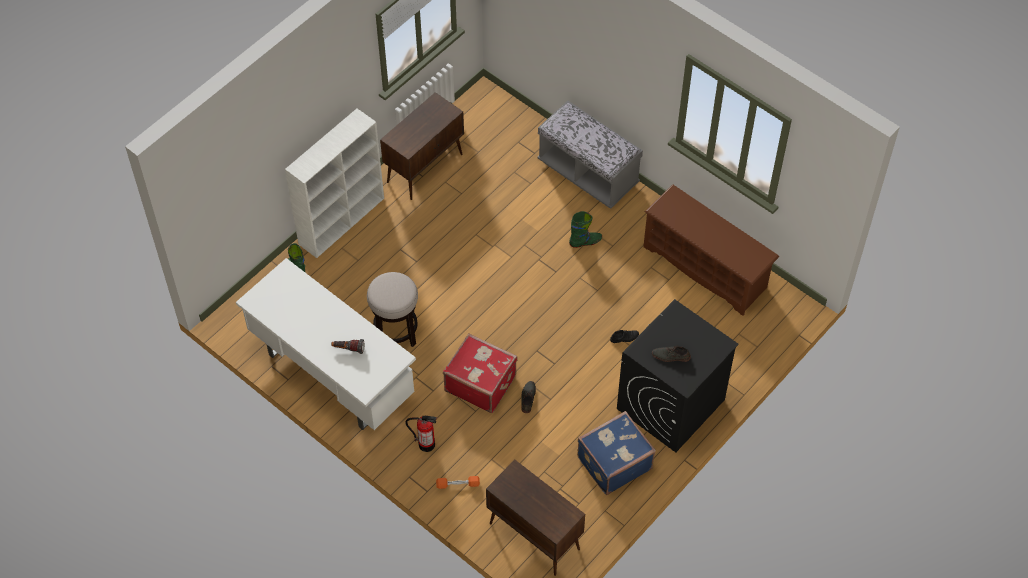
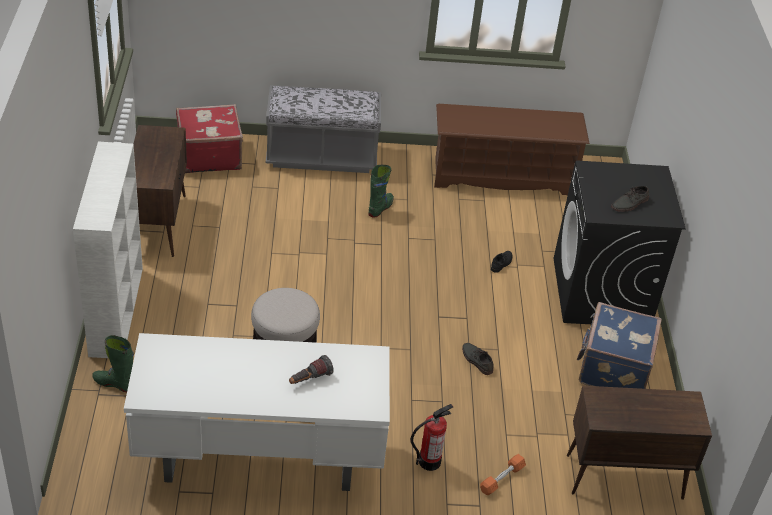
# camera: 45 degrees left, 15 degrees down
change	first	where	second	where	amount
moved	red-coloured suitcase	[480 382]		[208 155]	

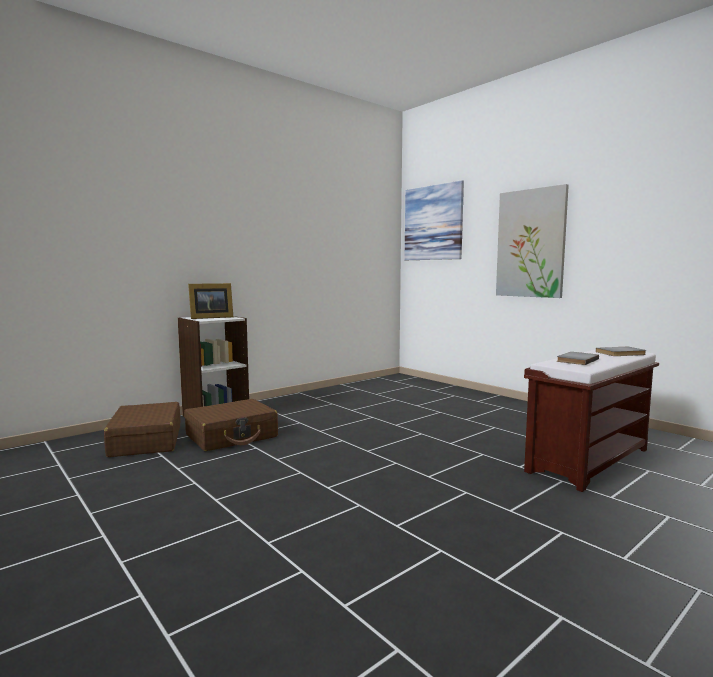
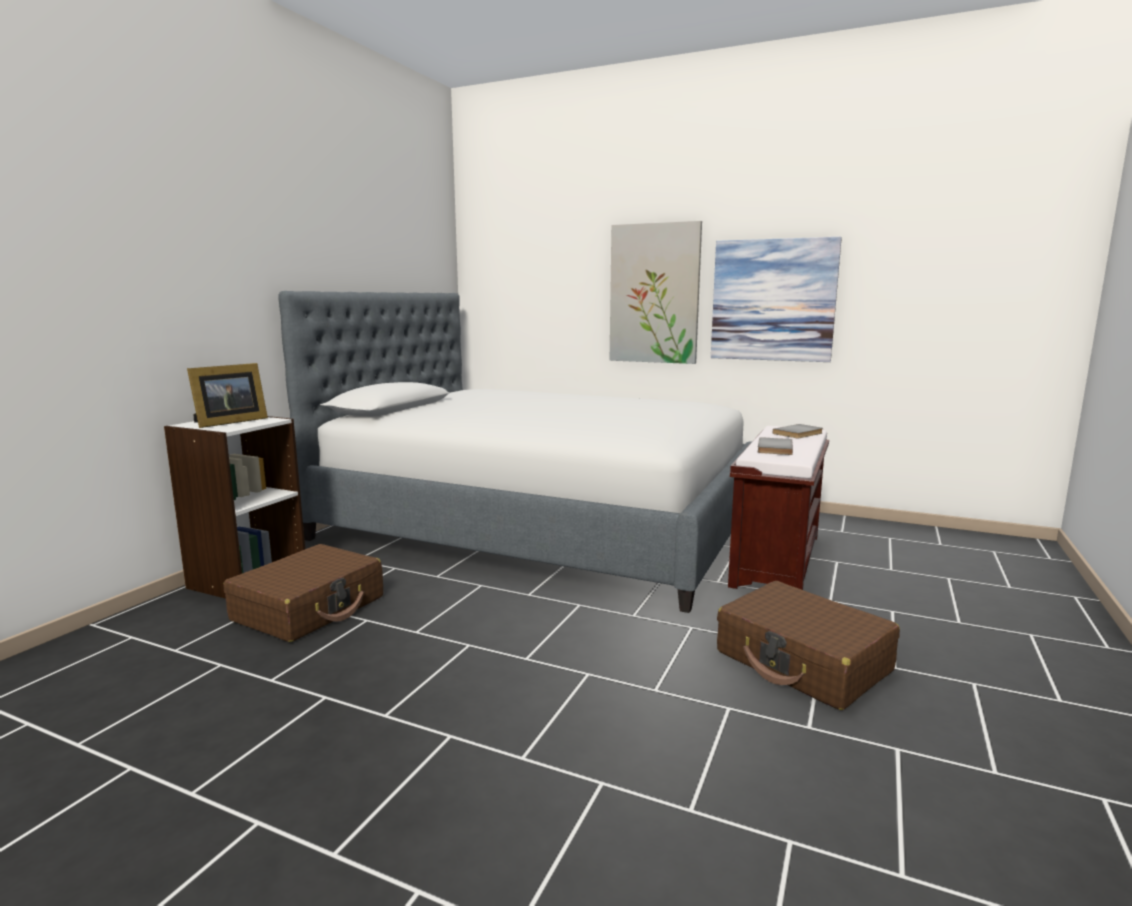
# camera: 25 degrees left, 5 degrees up
change	first	where	second	where	amount
moved	wall picture	[433 223]		[773 300]	
moved	brownish suitcase	[146 441]		[803 662]	
added			sleeping bed	[541 524]	

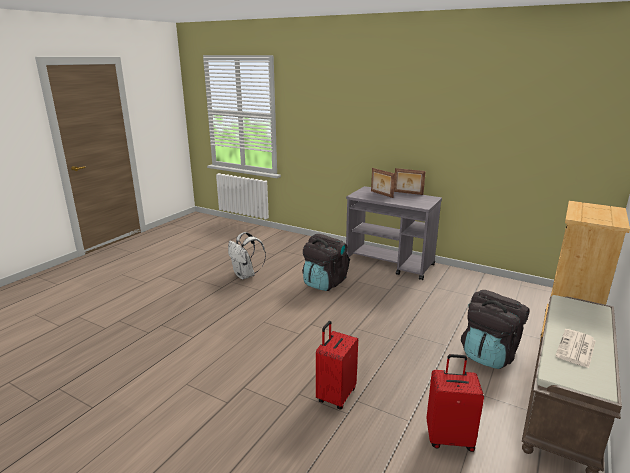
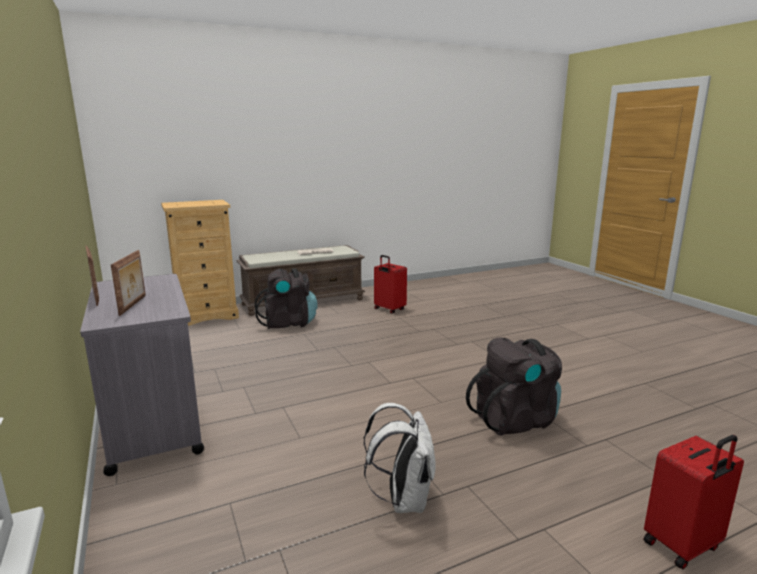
# camera: 145 degrees left, 5 degrees down
change	first	where	second	where	amount
moved	black rucksack	[324 283]		[515 419]	
moved	red-coloured suitcase	[335 396]		[683 546]	

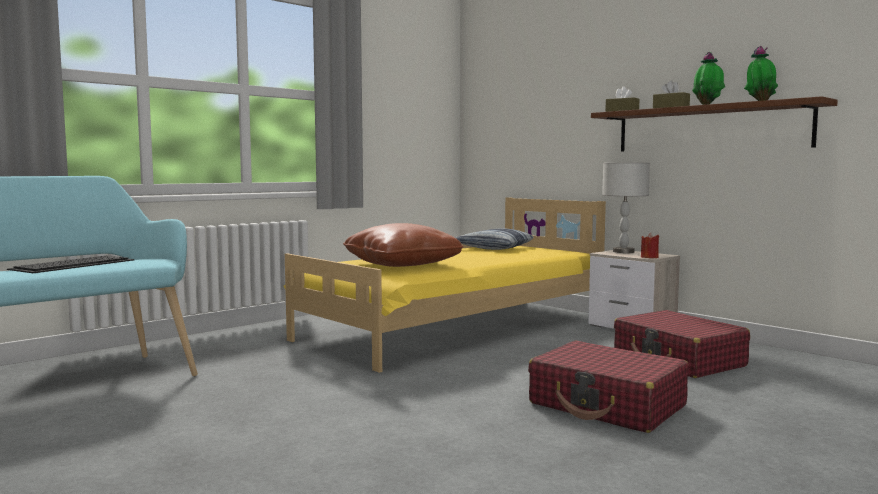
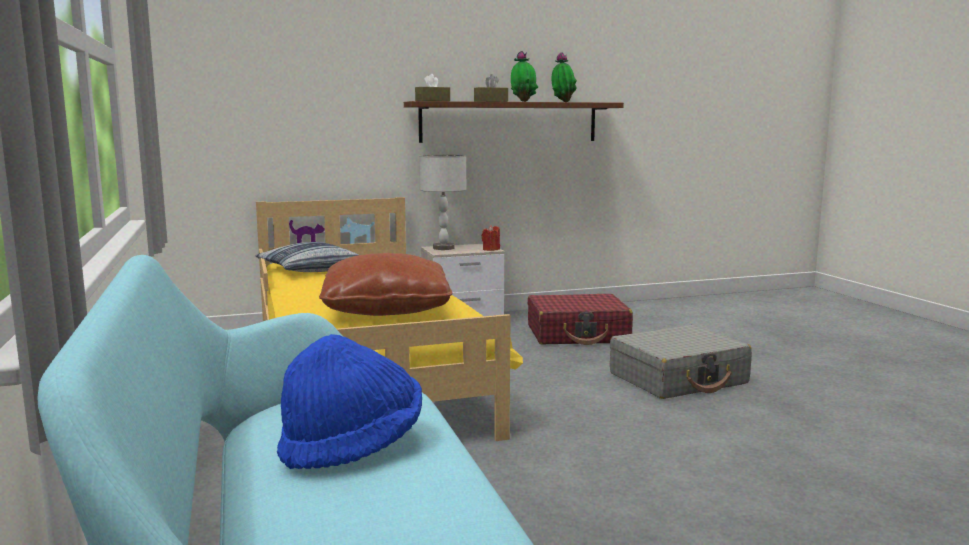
# camera: 65 degrees left, 5 degrees up
change	first	where	second	where	amount
replaced	PC keyboard	[74 264]	blue wearable hat	[352 446]	
recoloured	red-coloured suitcase	[607 405]	gray suitcase	[678 379]	

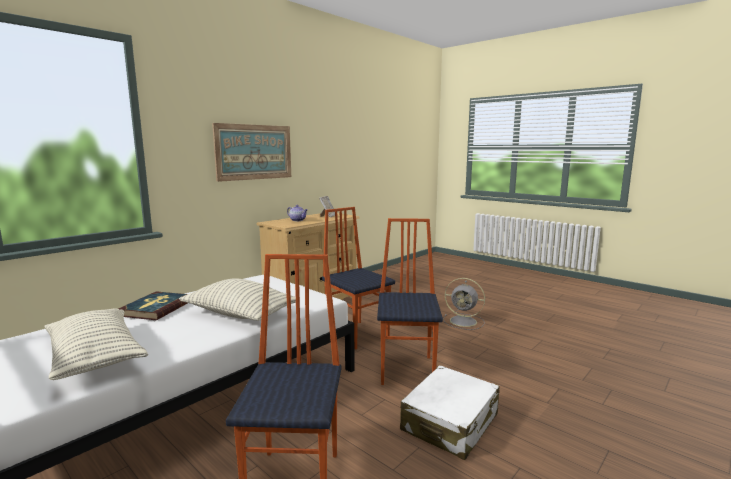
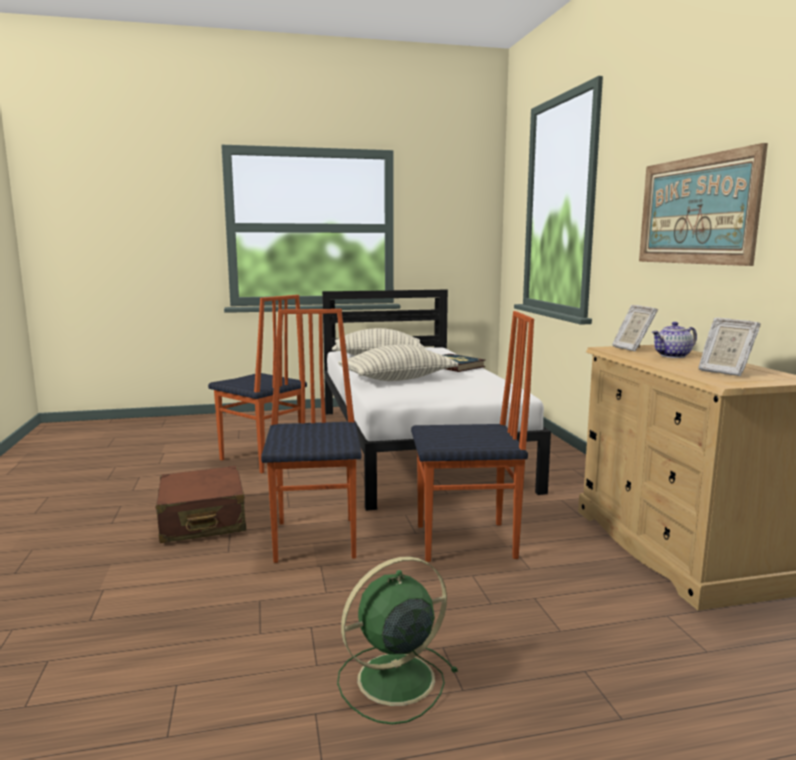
# camera: 125 degrees right, 0 degrees up
change	first	where	second	where	amount
turned	plain chair	[408 369]		[317 538]	135 degrees counterclockwise
recoloured	gray fan	[464 321]	green fan	[392 680]	
recoloured	whitish suitcase	[450 423]	brownish suitcase	[202 520]	
added			standing frame	[631 349]	

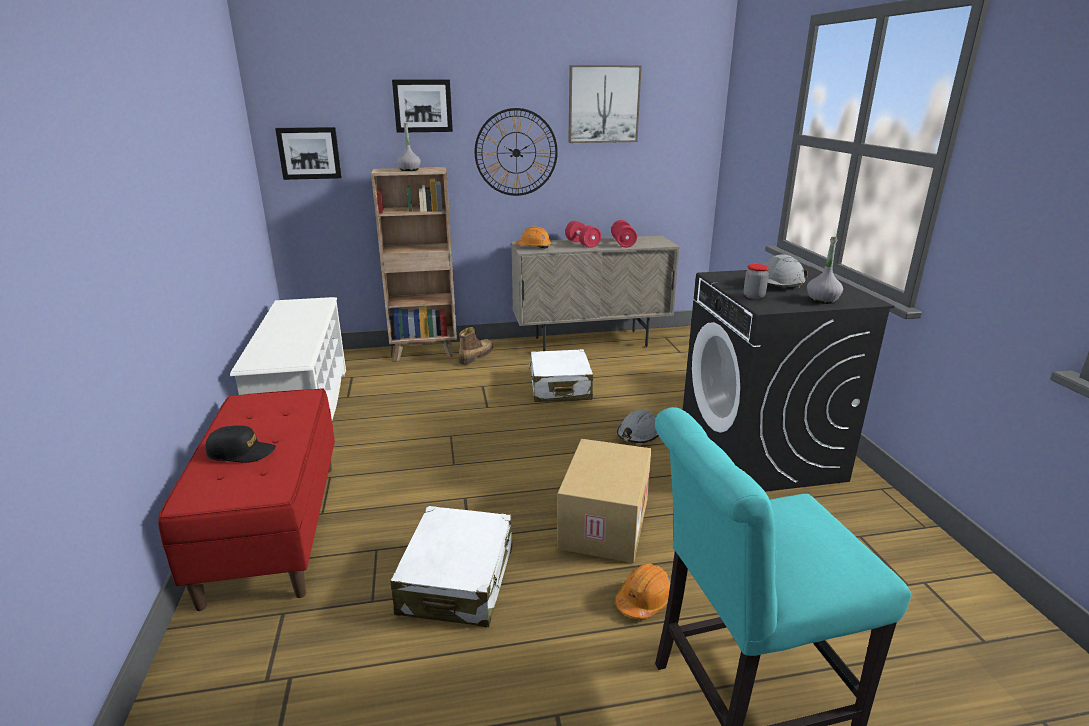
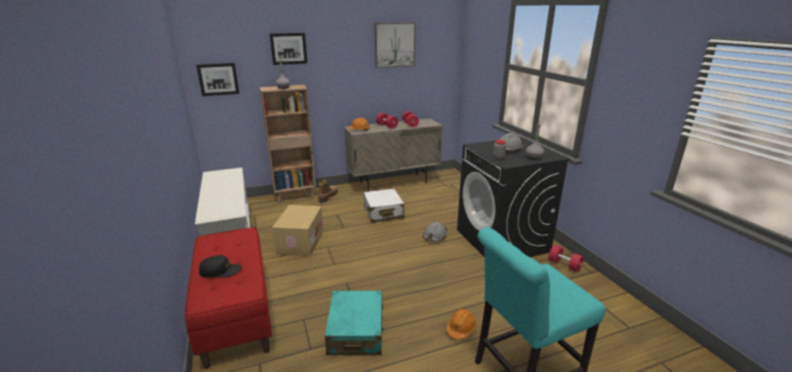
# camera: 10 degrees left, 0 degrees up
change	first	where	second	where	amount
removed	hanging clock	[516 152]			
moved	cardboard box	[602 522]		[300 242]	
recoloured	whitish suitcase	[457 580]	blue-green suitcase	[356 331]	
added			red-coloured dumbbell	[564 265]	

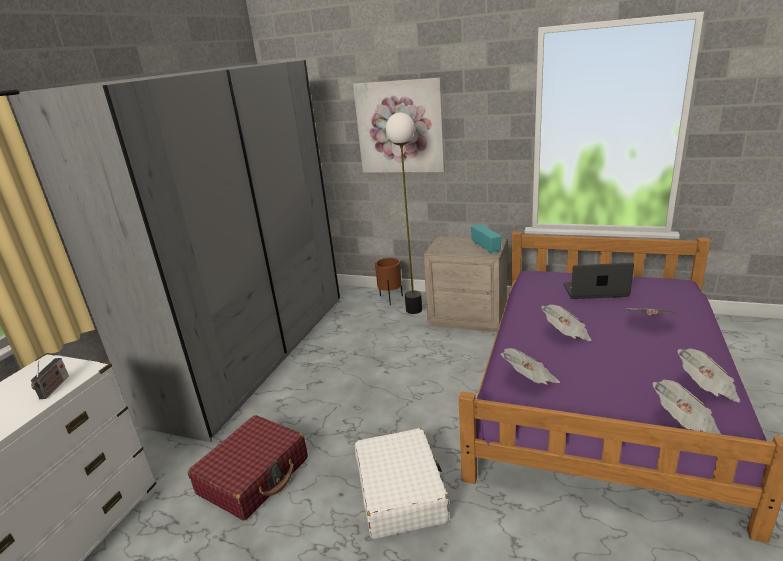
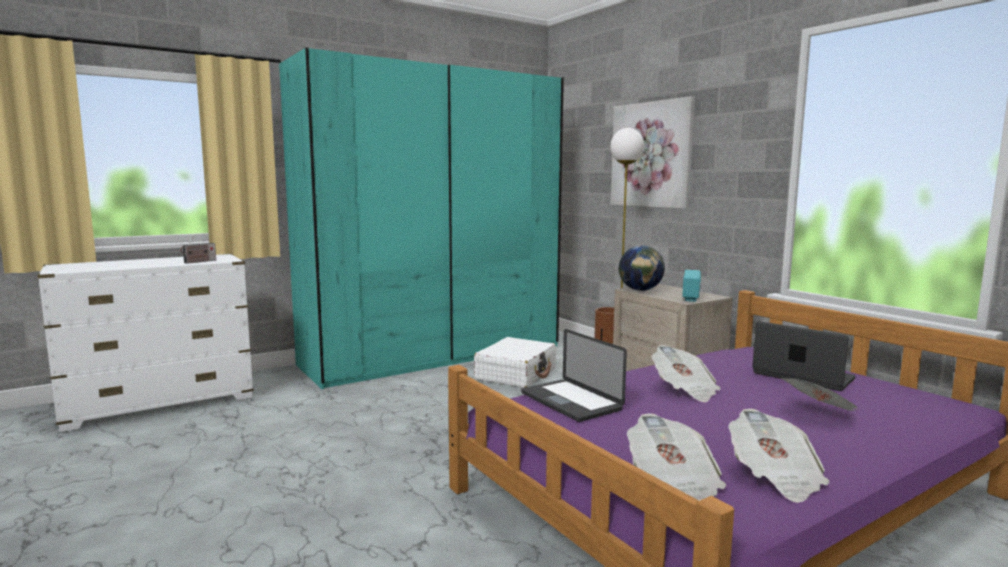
# camera: 35 degrees right, 15 degrees down
change	first	where	second	where	amount
recoloured	gray armoire	[254 353]	blue-green armoire	[434 355]	
replaced	daily paper	[530 379]	notebook computer	[570 401]	
removed	red-coloured suitcase	[254 476]			
moved	whitish suitcase	[400 492]		[516 373]	
added			desk globe	[640 290]	

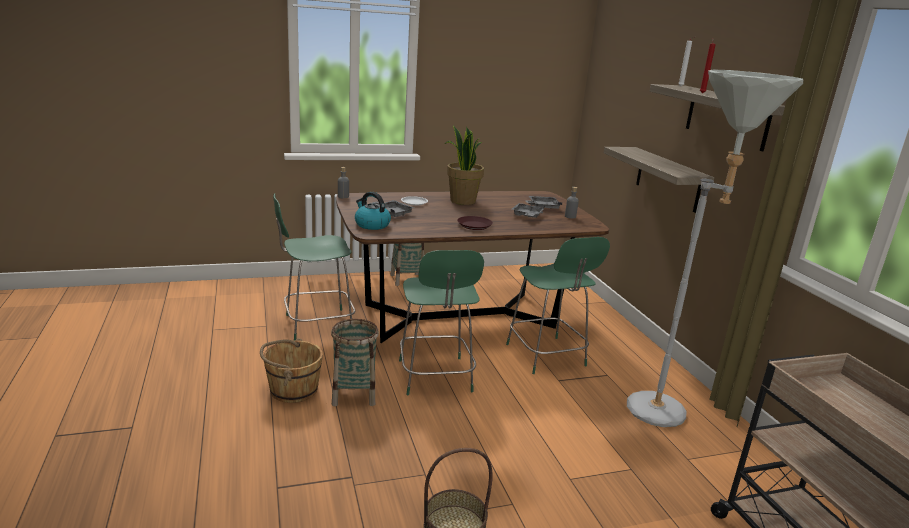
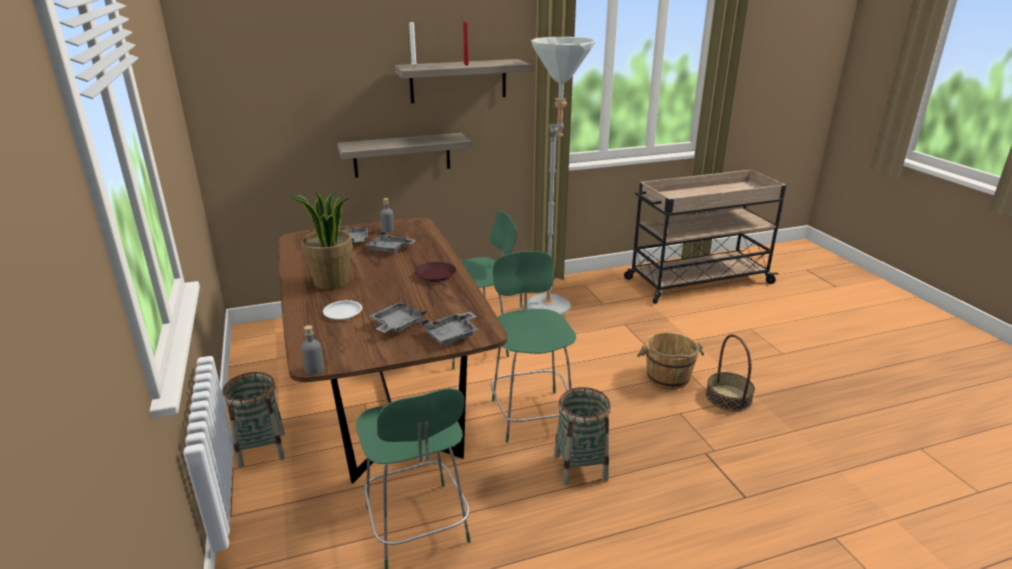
# camera: 90 degrees left, 5 degrees up
change	first	where	second	where	amount
replaced	water kettle	[371 225]	gray carrying tray	[452 335]	
turned	green plain chair	[435 377]		[531 413]	90 degrees counterclockwise
moved	brownish bucket	[292 389]		[668 377]	

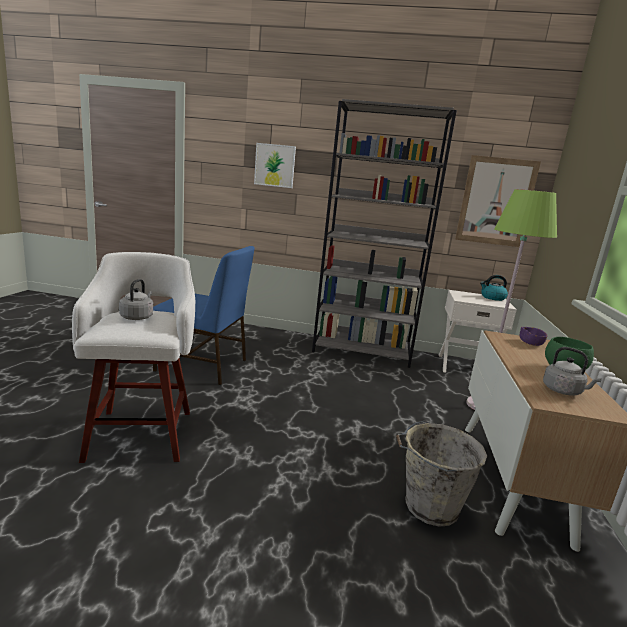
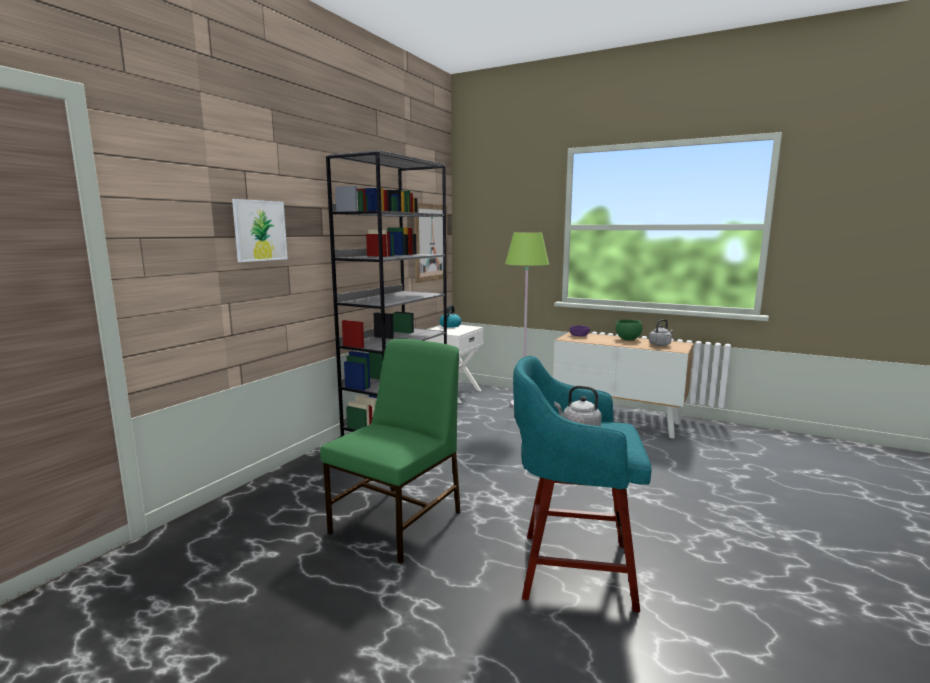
# camera: 70 degrees left, 5 degrees down
change	first	where	second	where	amount
recoloured	blue plain chair	[203 366]	green plain chair	[399 521]	
recoloured	whitish stool seat	[142 432]	blue-green stool seat	[572 569]	
removed	gray bucket	[429 506]			

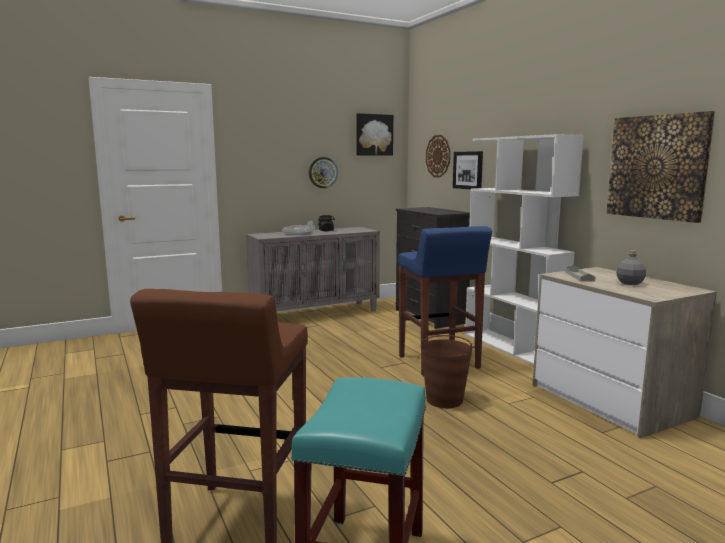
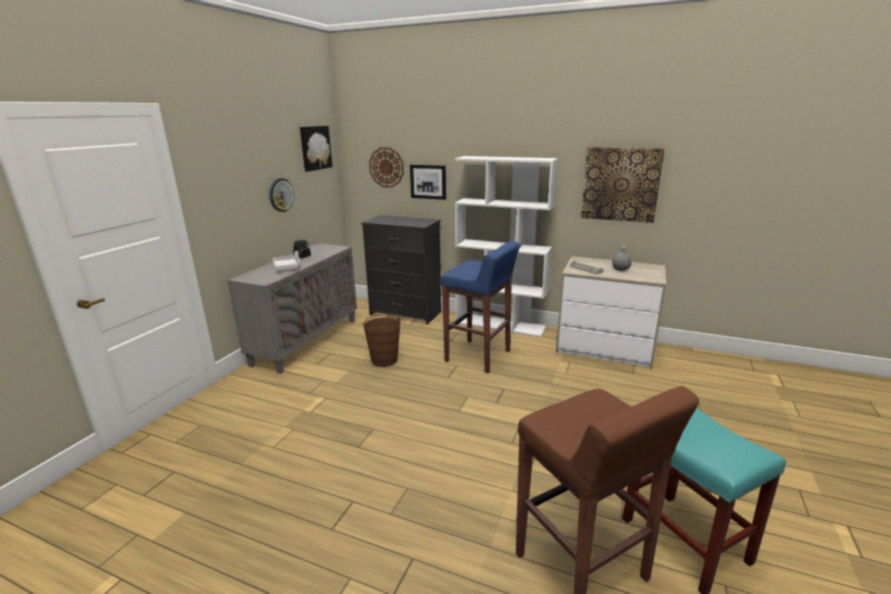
# camera: 40 degrees left, 10 degrees up
change	first	where	second	where	amount
moved	brownish bucket	[445 400]		[384 360]	

